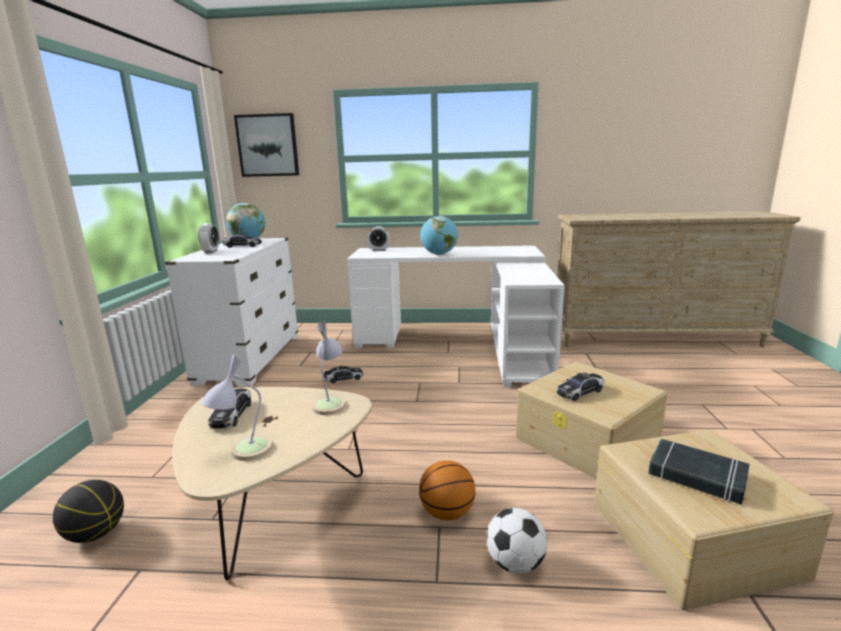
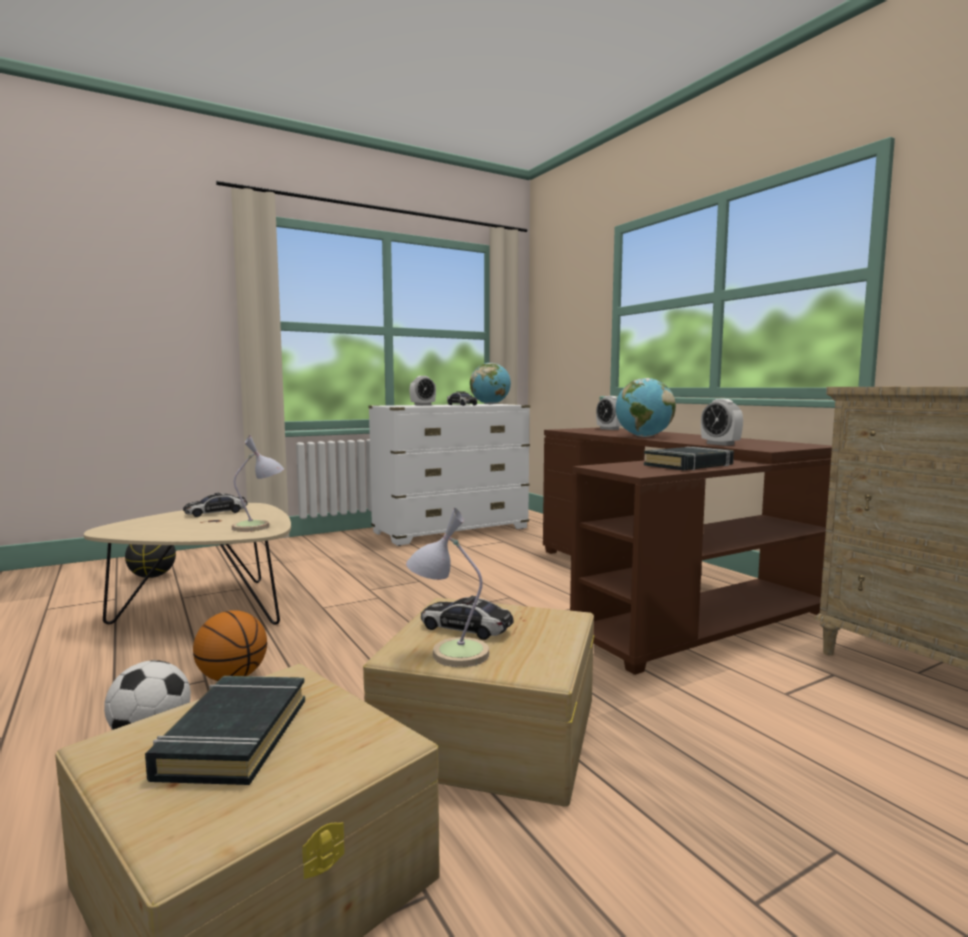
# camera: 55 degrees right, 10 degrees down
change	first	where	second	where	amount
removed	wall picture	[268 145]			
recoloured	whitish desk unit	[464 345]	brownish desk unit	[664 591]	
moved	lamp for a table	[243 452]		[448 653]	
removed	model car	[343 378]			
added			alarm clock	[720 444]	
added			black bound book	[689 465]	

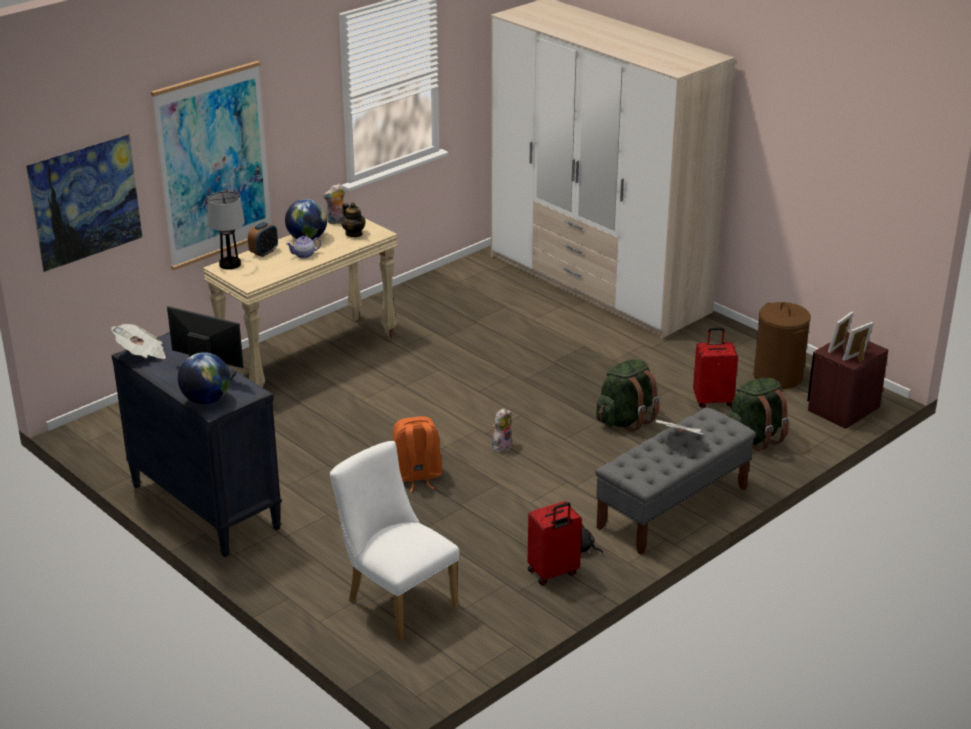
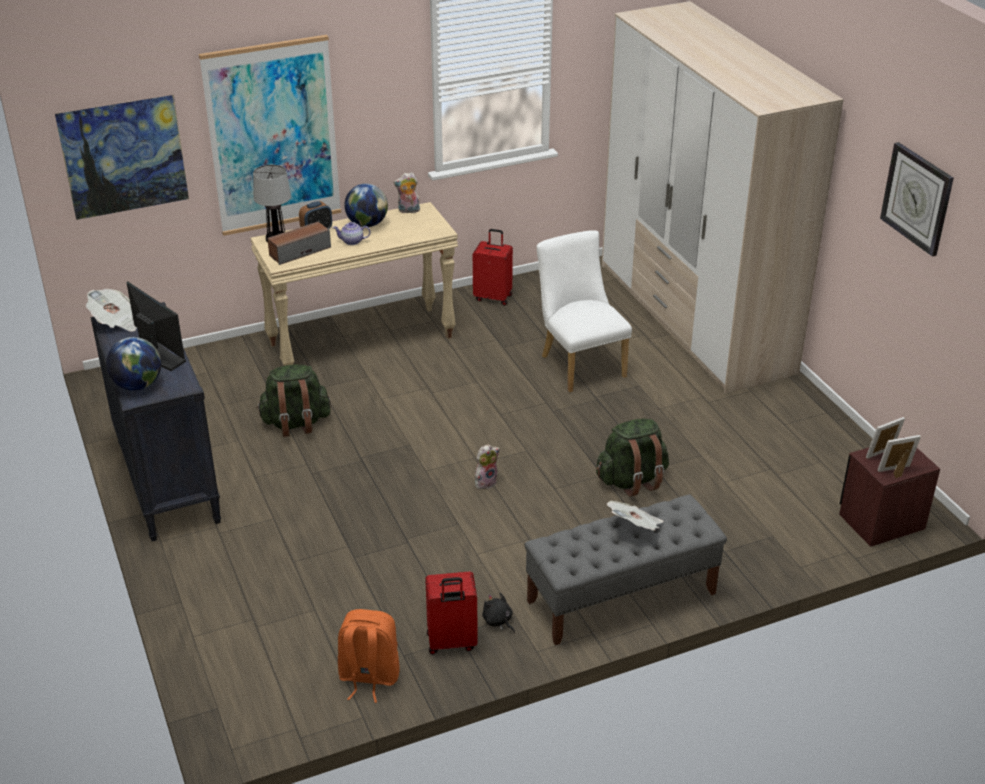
# camera: 20 degrees right, 5 degrees up
change	first	where	second	where	amount
removed	teapot	[354 234]			
removed	brownish laundry basket	[778 377]			
moved	red-coloured suitcase	[713 400]		[493 297]	
moved	green rucksack	[754 438]		[296 423]	
moved	orange-coloured rucksack	[416 477]		[368 677]	
moved	whitish plain chair	[396 600]		[579 363]	
added			hanging clock	[917 198]	
added			speaker	[299 251]	

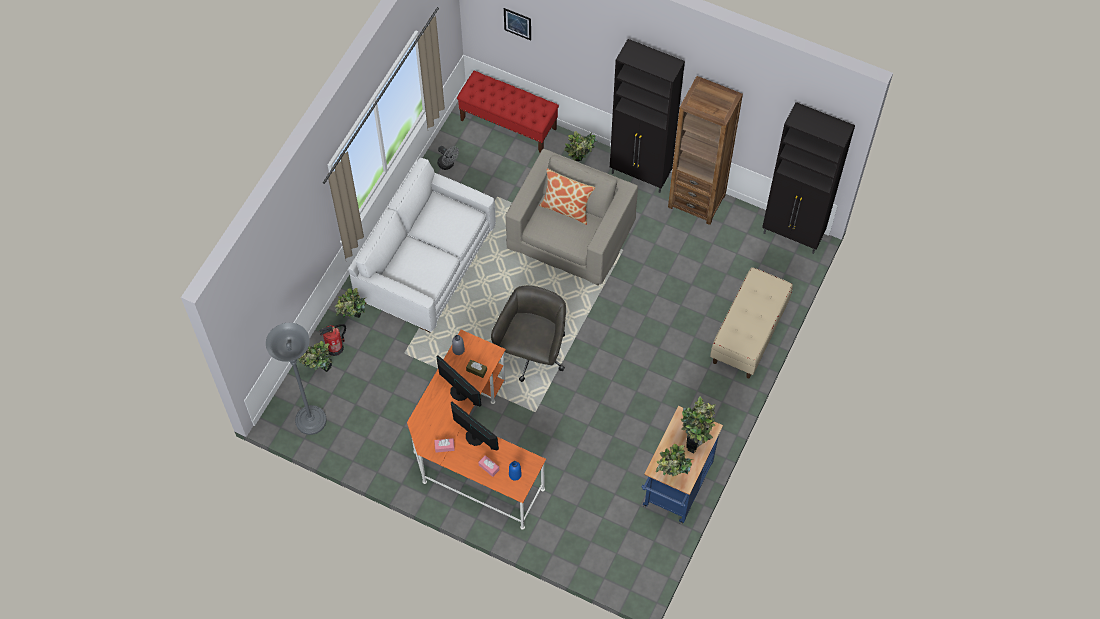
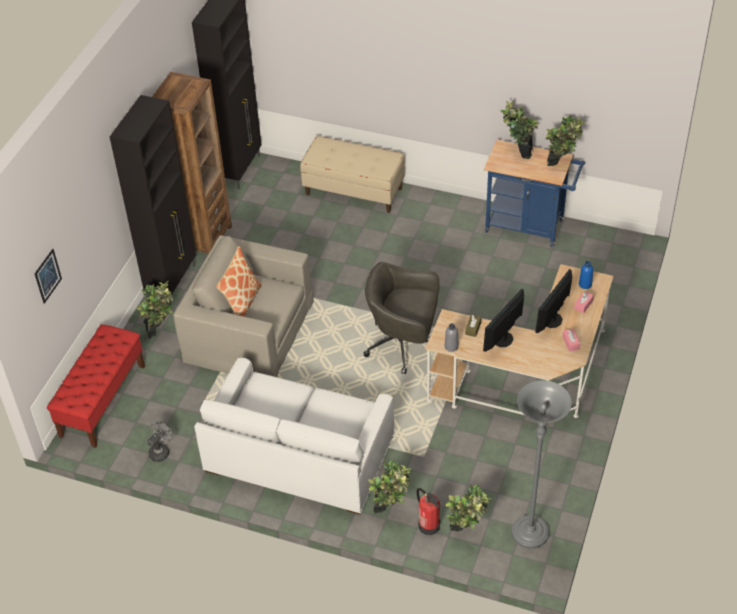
# camera: 95 degrees left, 15 degrees down
change	first	where	second	where	amount
recoloured	orange-coloured desk unit	[472 450]	beige-coloured desk unit	[529 380]	

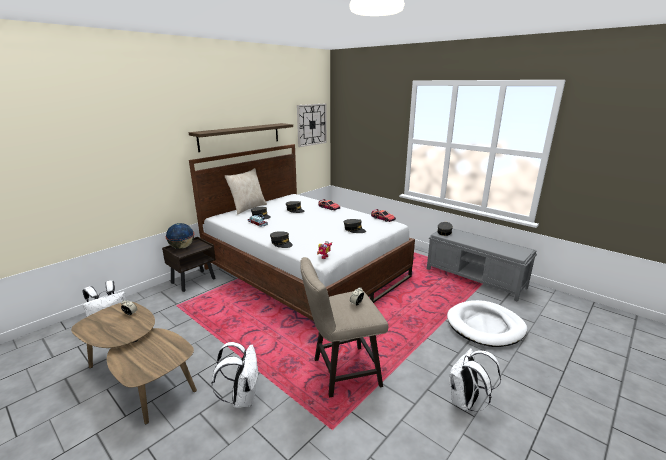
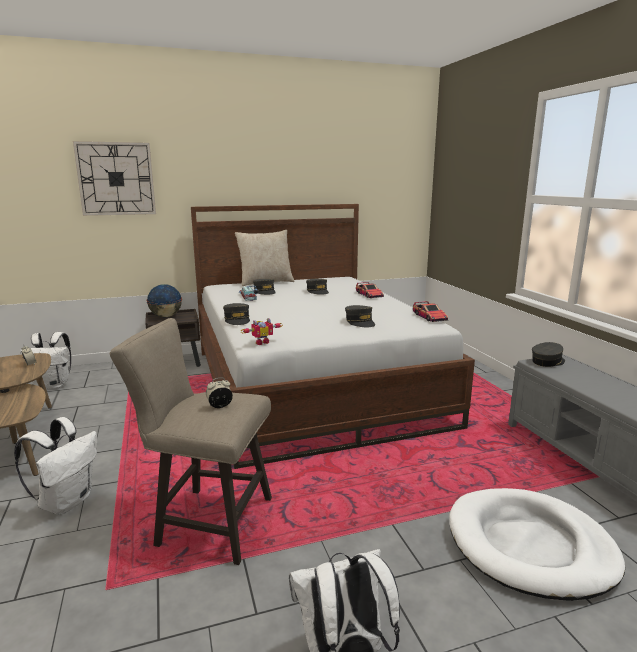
# camera: 30 degrees right, 5 degrees down
change	first	where	second	where	amount
moved	hanging clock	[311 124]		[116 179]	
removed	bracket shelf	[240 136]			

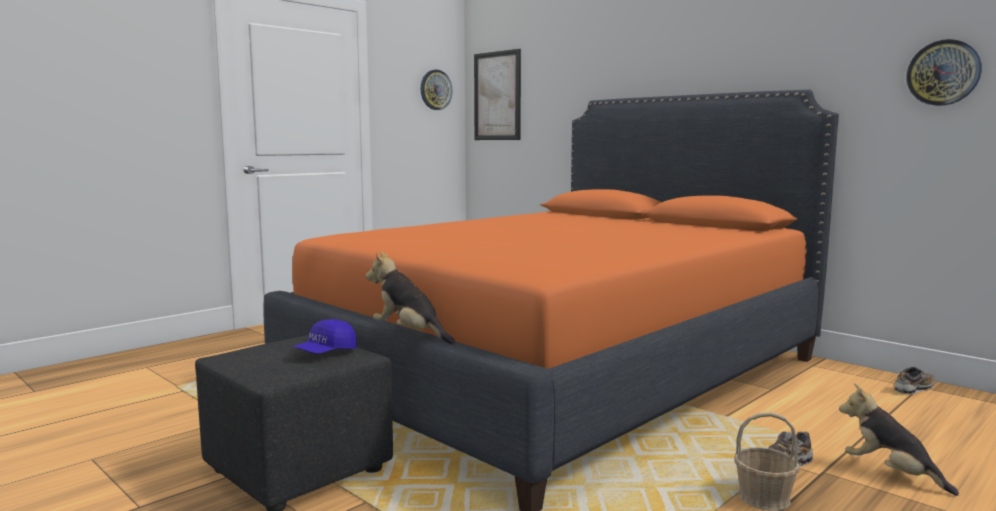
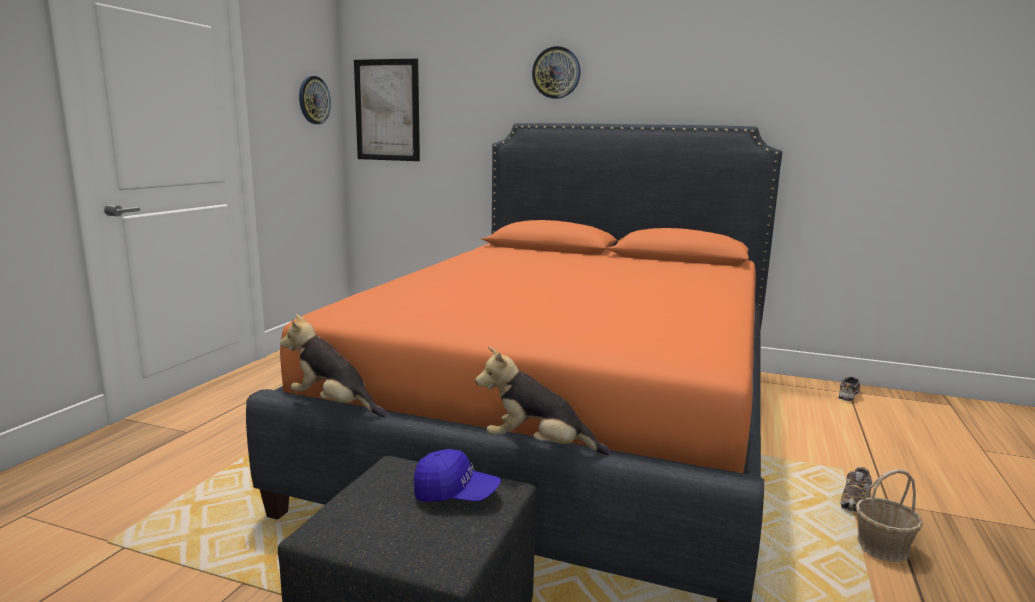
# camera: 25 degrees left, 5 degrees up
change	first	where	second	where	amount
moved	hanging clock	[943 73]		[556 72]	
turned	blue peaked cap	[325 353]		[456 494]	90 degrees counterclockwise
moved	cuddly toy	[891 473]		[334 405]	

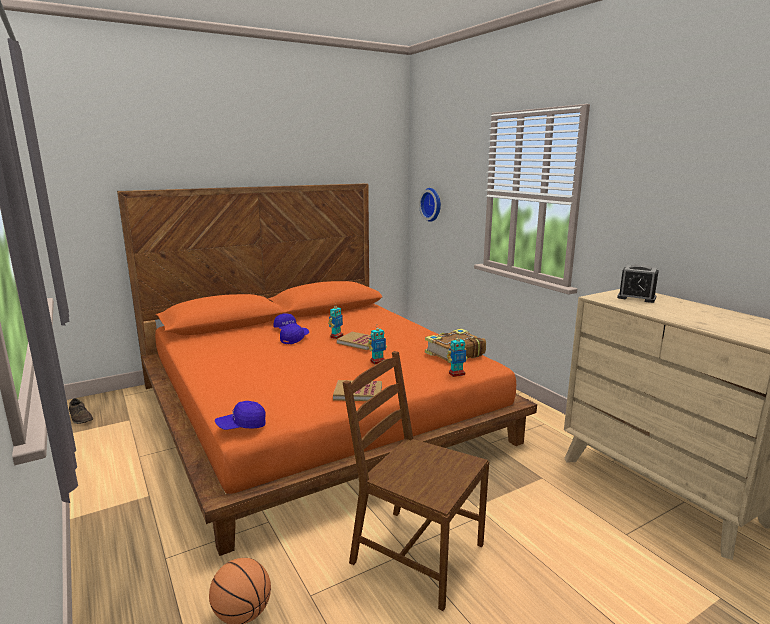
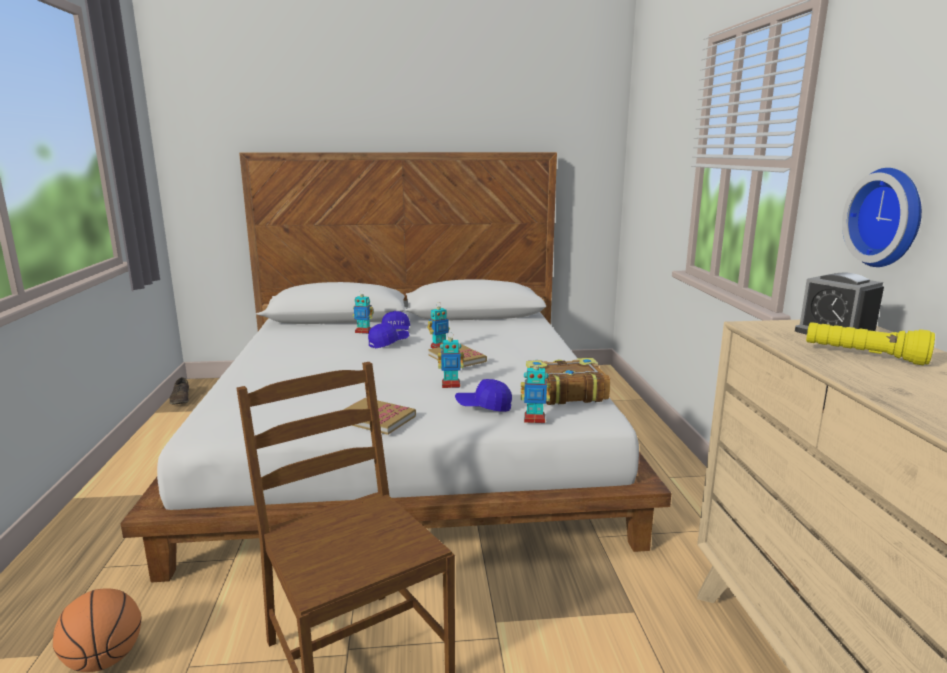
# camera: 25 degrees right, 0 degrees up
change	first	where	second	where	amount
recoloured	orange-coloured sleeping bed	[317 411]	whitish sleeping bed	[409 442]	
moved	hanging clock	[432 204]		[889 218]	
moved	blue peaked cap	[241 426]		[483 407]	
added			toy robot	[363 331]	
added			yellow torch	[864 356]	

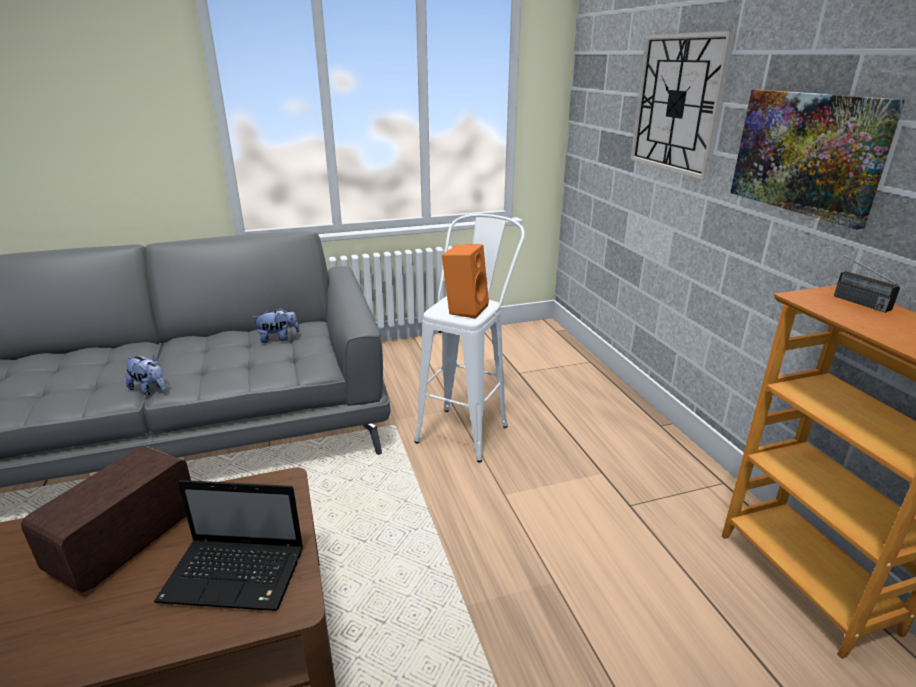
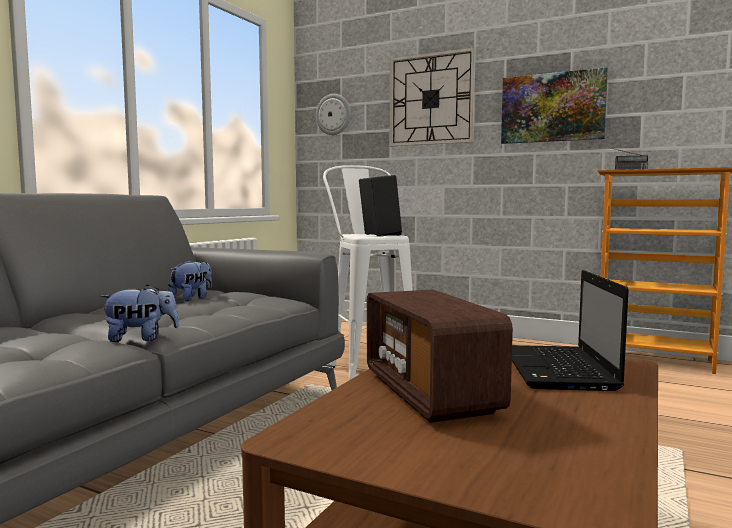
# camera: 45 degrees left, 20 degrees down
change	first	where	second	where	amount
recoloured	orange-coloured speaker	[465 309]	black speaker	[378 235]	
turned	notebook computer	[237 575]		[559 370]	135 degrees clockwise
added			hanging clock	[333 114]	

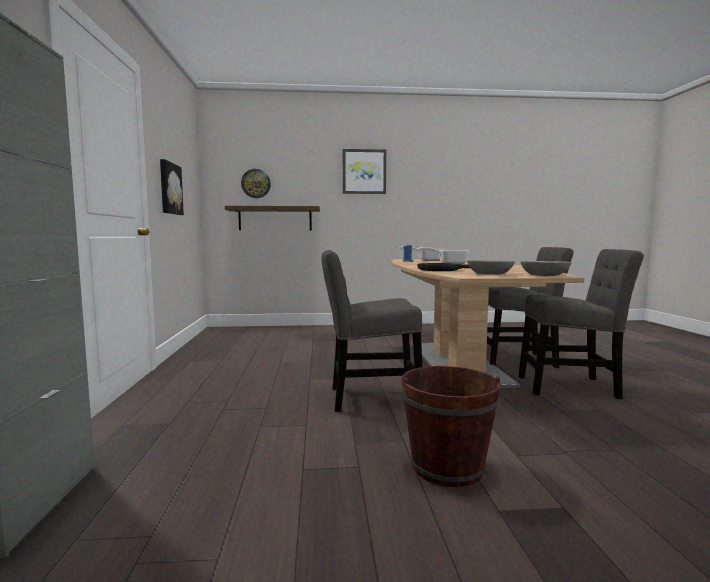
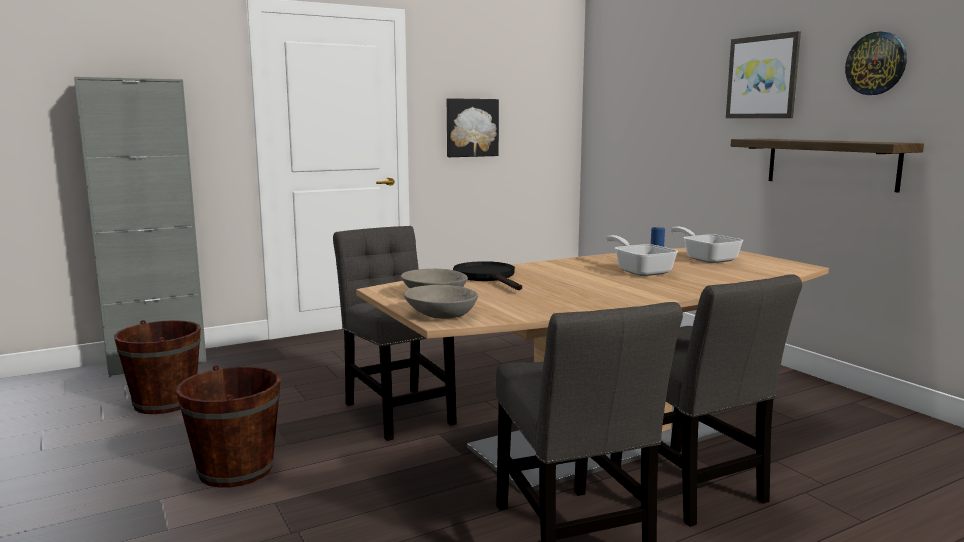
# camera: 65 degrees right, 5 degrees up
change	first	where	second	where	amount
moved	hanging clock	[256 183]		[876 63]	
moved	bracket shelf	[275 218]		[831 163]	
added			brownish bucket	[165 402]	

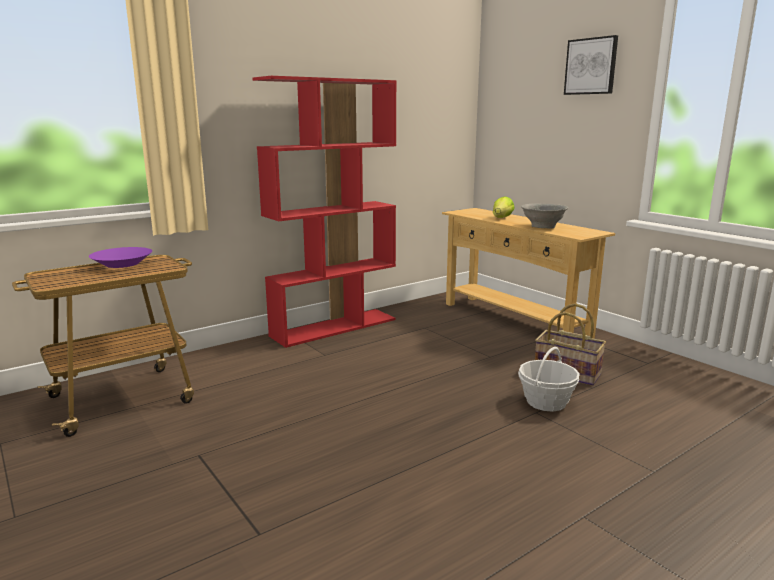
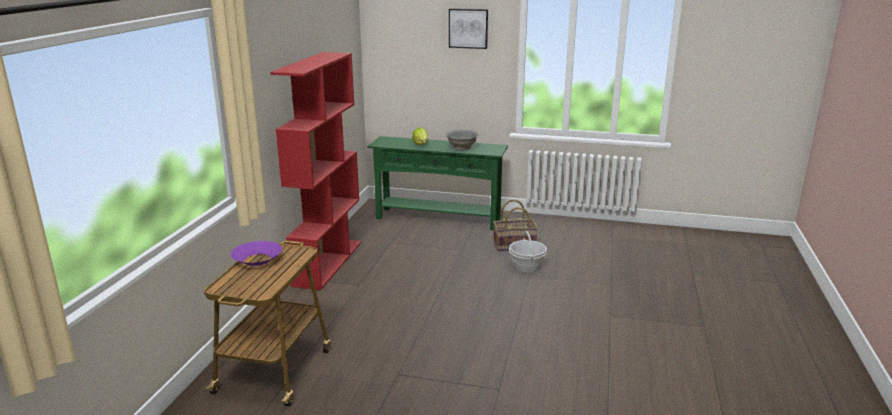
# camera: 40 degrees left, 5 degrees up
change	first	where	second	where	amount
recoloured	beige-coloured console table	[514 320]	green console table	[438 218]	

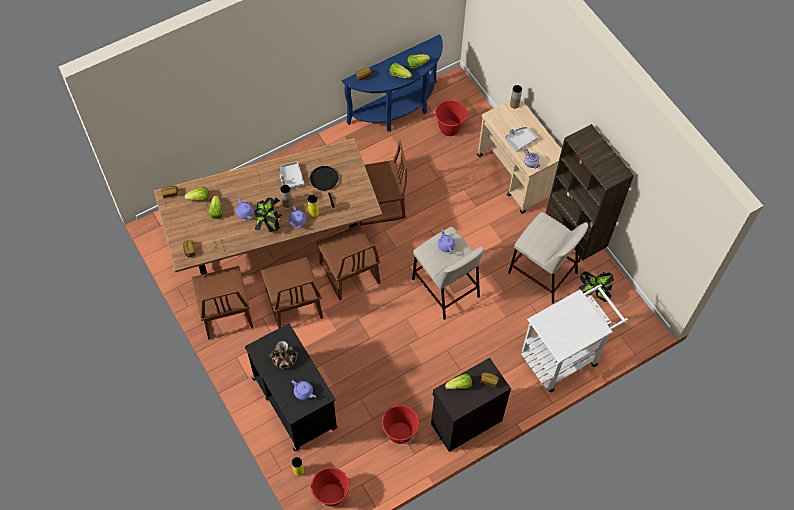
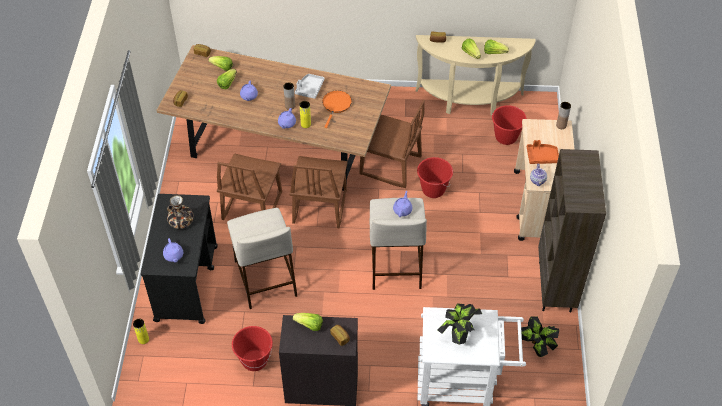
# camera: 35 degrees right, 10 degrees down
change	first	where	second	where	amount
recoloured	blue console table	[398 111]	beige-coloured console table	[469 101]	
recoloured	gray carrying tray	[519 140]	orange-coloured carrying tray	[542 157]	
recoloured	black pan	[325 181]	orange-coloured pan	[336 105]	
moved	houseplant	[269 223]		[458 333]	
moved	beige-coloured stool seat	[541 272]		[265 277]	
removed	brownish plain chair	[225 313]			
moved	red-coloured bucket	[331 495]		[433 190]	

